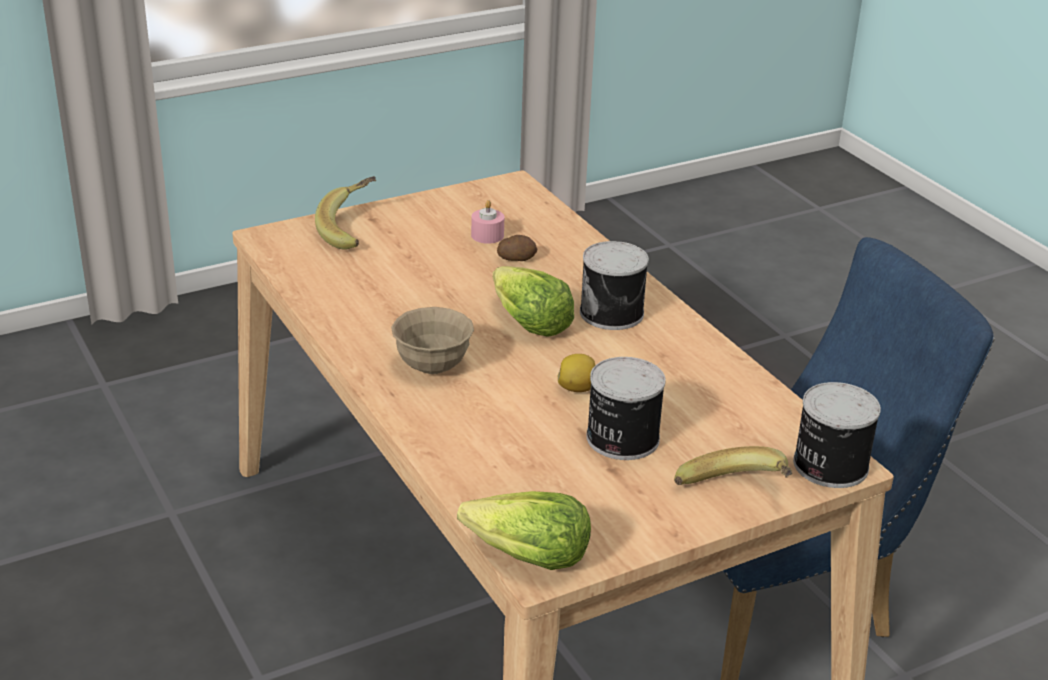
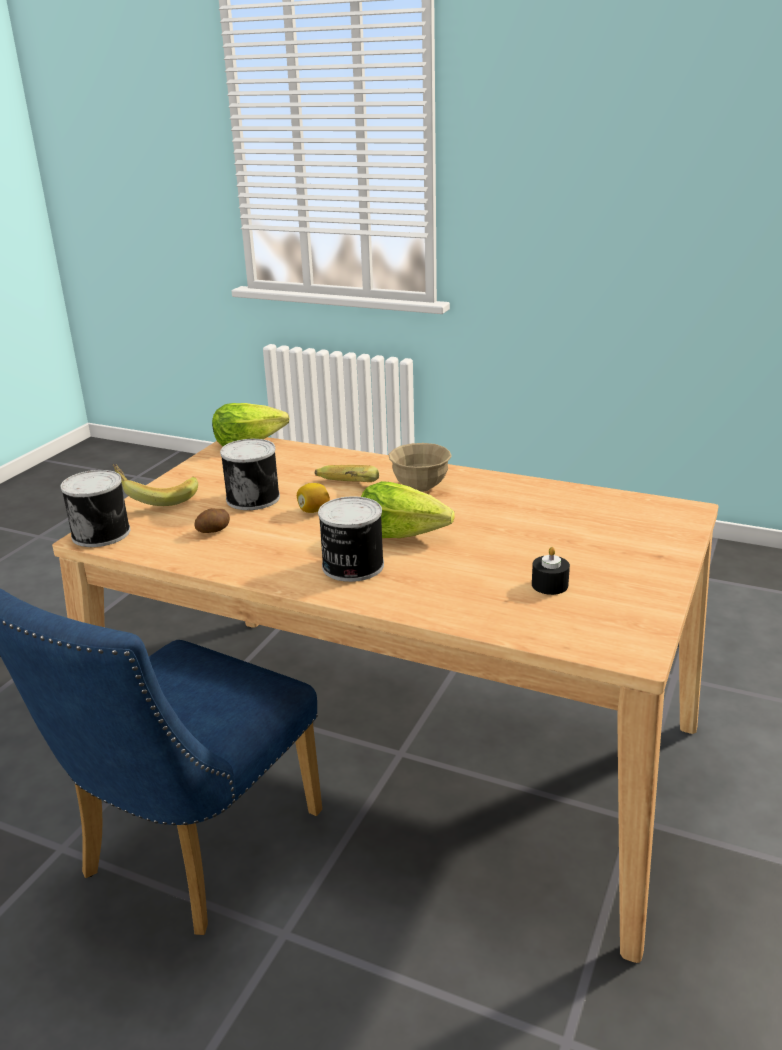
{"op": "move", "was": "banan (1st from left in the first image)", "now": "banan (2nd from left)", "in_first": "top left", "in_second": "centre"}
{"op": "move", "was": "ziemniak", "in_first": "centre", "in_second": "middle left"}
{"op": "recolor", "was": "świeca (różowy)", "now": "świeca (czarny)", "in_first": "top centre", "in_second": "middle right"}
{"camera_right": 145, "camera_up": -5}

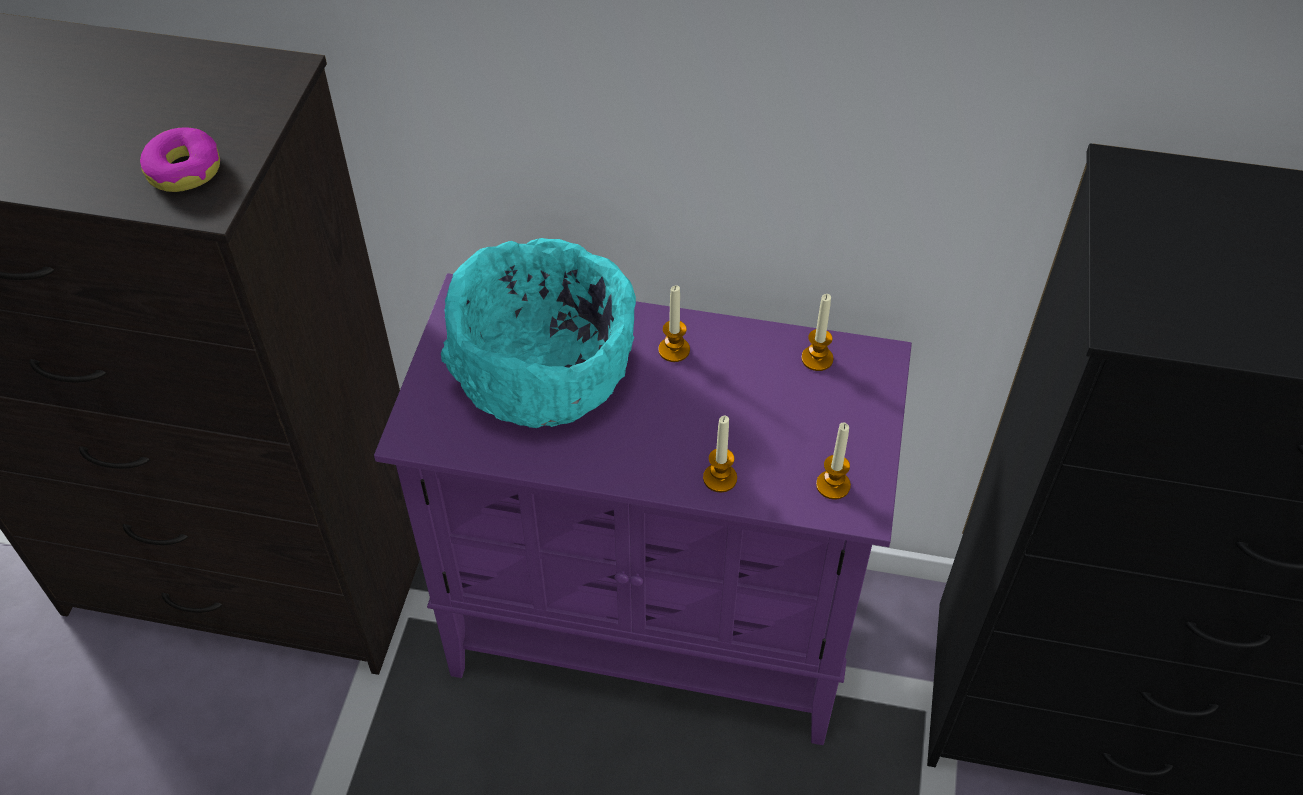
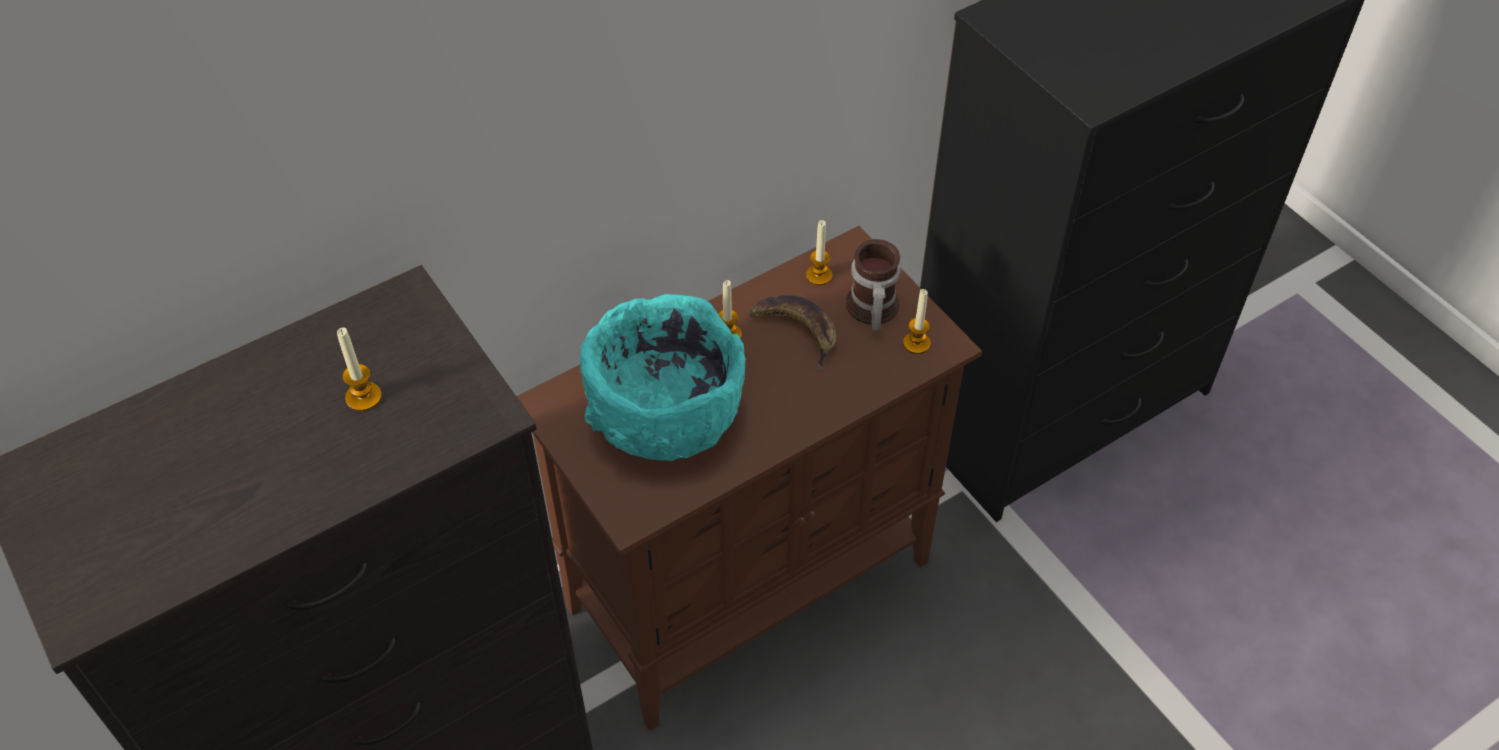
{"op": "delete", "was": "donut", "in_first": "top left"}
{"op": "insert", "now": "banan", "in_second": "centre"}
{"op": "insert", "now": "kubek", "in_second": "centre"}
{"op": "move", "was": "świeca (2nd from left in the first image)", "now": "świeca (1st from left)", "in_first": "centre", "in_second": "middle left"}
{"op": "recolor", "was": "szafka (fioletowy)", "now": "szafka (brązowy)", "in_first": "centre", "in_second": "centre"}
{"camera_right": -45, "camera_up": 0}

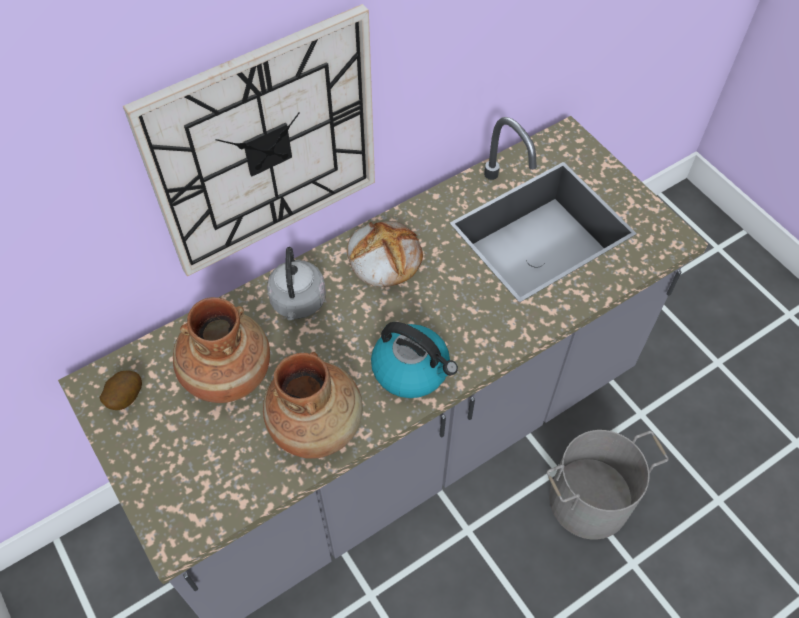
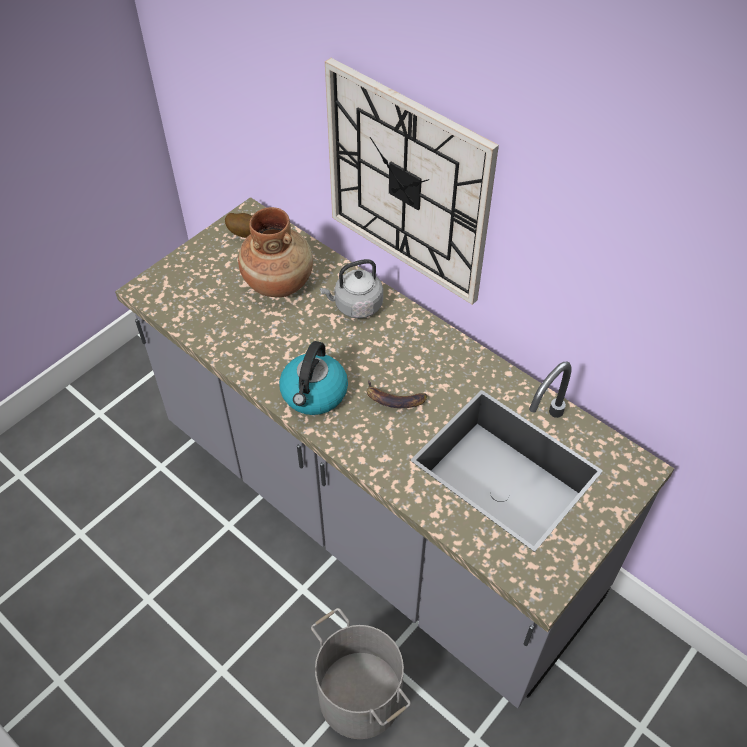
{"op": "delete", "was": "wazon (brązowy) (2nd from left)", "in_first": "centre"}
{"op": "delete", "was": "chleb", "in_first": "centre"}
{"op": "insert", "now": "banan", "in_second": "centre"}
{"camera_right": 75, "camera_up": -5}

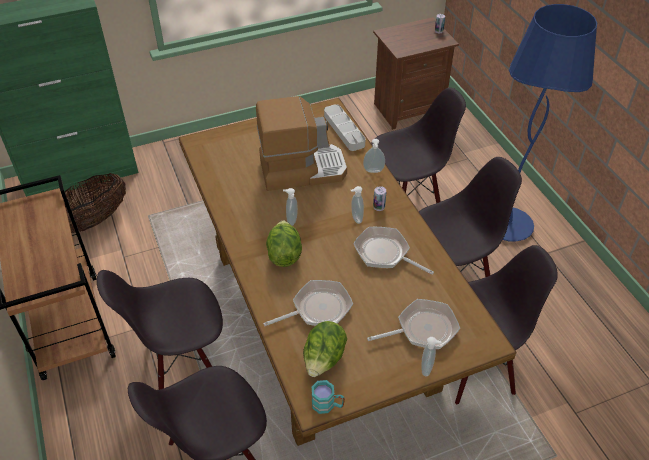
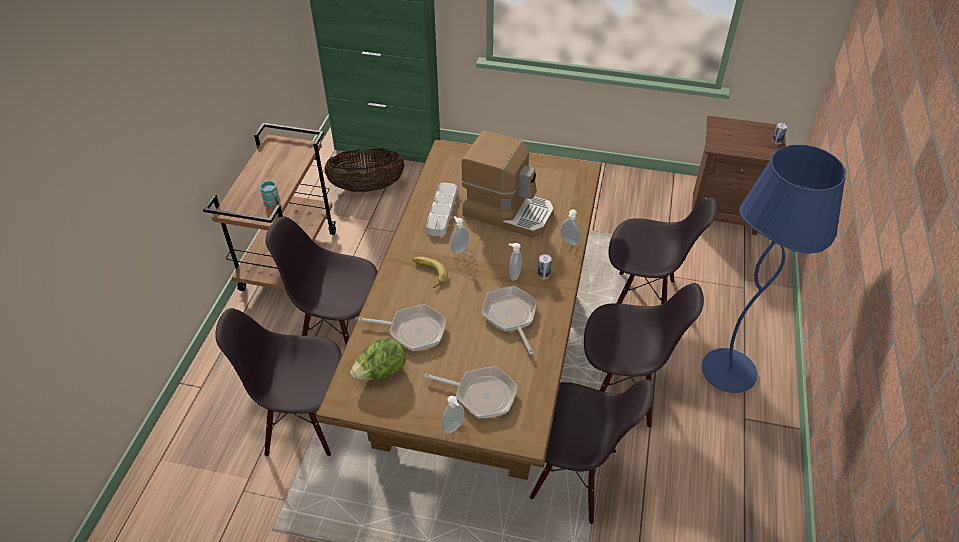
{"op": "move", "was": "kubek (turkusowy)", "in_first": "bottom centre", "in_second": "middle left"}
{"op": "move", "was": "taca (szary)", "in_first": "top centre", "in_second": "centre"}
{"op": "replace", "was": "sałata (1st from left)", "now": "banan", "in_first": "centre", "in_second": "centre"}
{"camera_right": 35, "camera_up": 0}

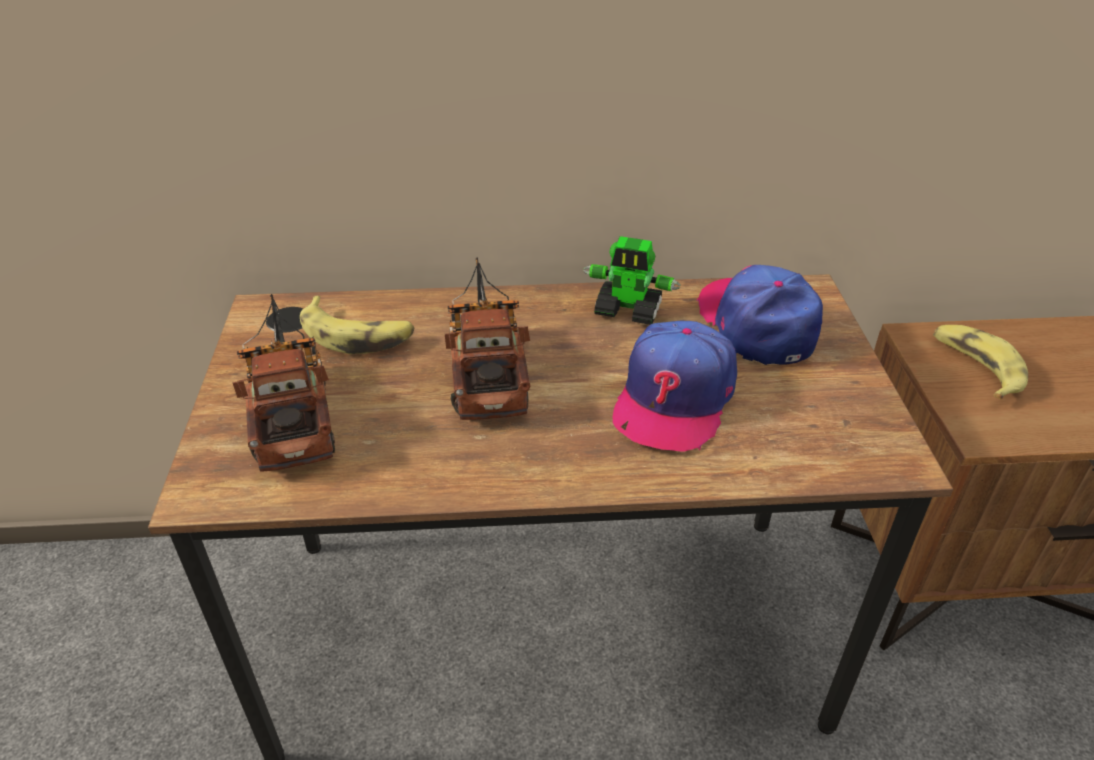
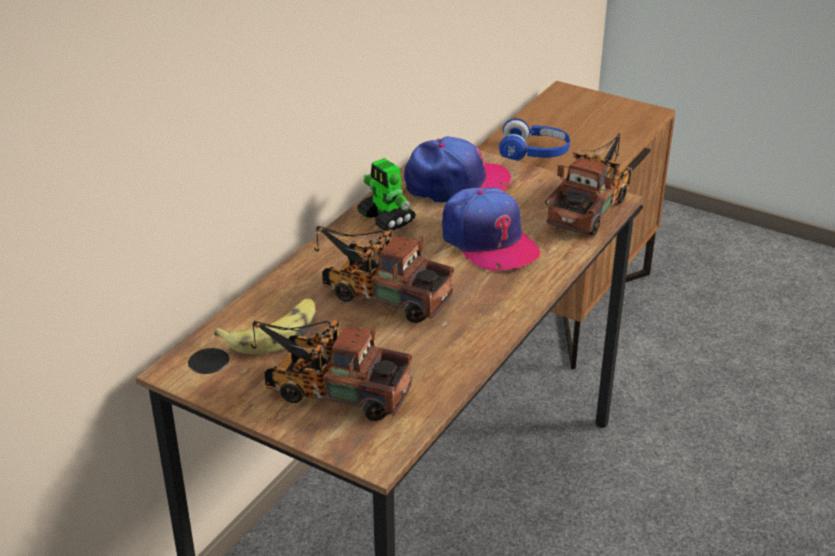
{"op": "insert", "now": "ciężarówka zabawkowa (3rd from left)", "in_second": "top right"}
{"op": "replace", "was": "banan (2nd from left)", "now": "słuchawki (niebieski)", "in_first": "middle right", "in_second": "top centre"}
{"op": "rotate", "was": "robot zabawkowy", "in_first": "centre", "in_second": "centre", "clockwise": 90}
{"op": "rotate", "was": "czapka z daszkiem (2nd from left in the first image)", "in_first": "middle right", "in_second": "top centre", "clockwise": 150}
{"camera_right": -55, "camera_up": -5}

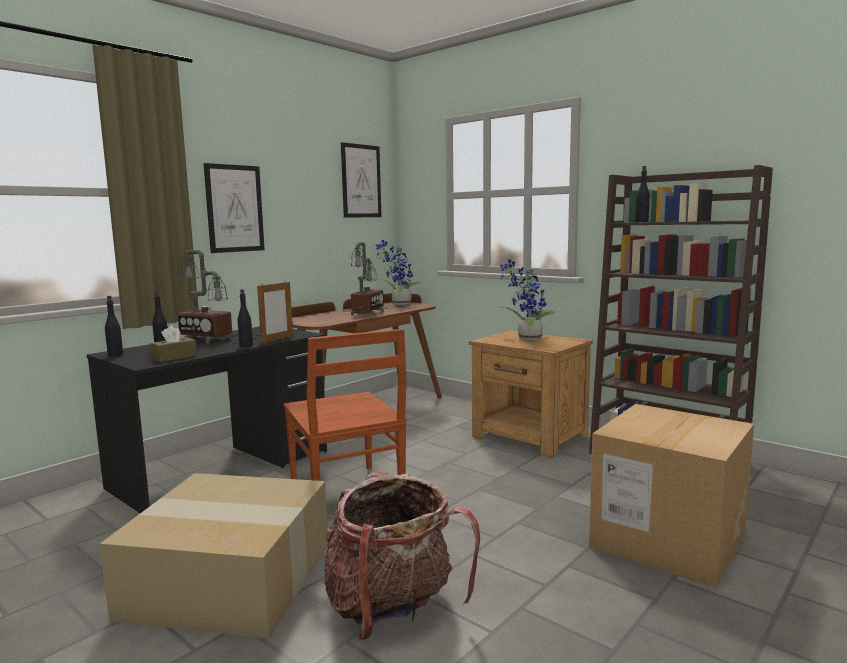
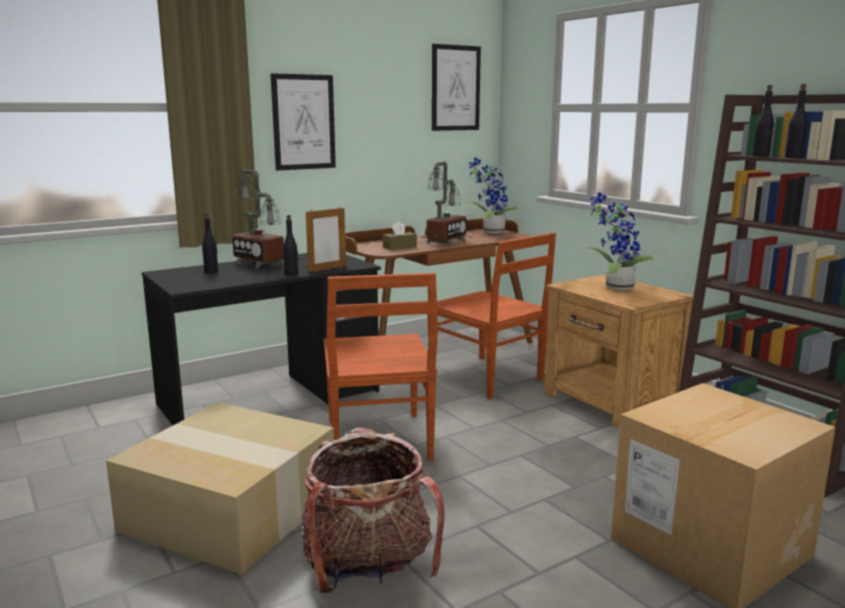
{"op": "insert", "now": "krzesło (brązowy) (2nd from left)", "in_second": "centre"}
{"op": "move", "was": "butelka (czarny) (1st from left in the first image)", "now": "butelka (czarny) (4th from left)", "in_first": "middle left", "in_second": "top right"}
{"op": "move", "was": "pudełko chusteczek (brązowy)", "in_first": "middle left", "in_second": "centre"}
{"camera_right": 15, "camera_up": 5}

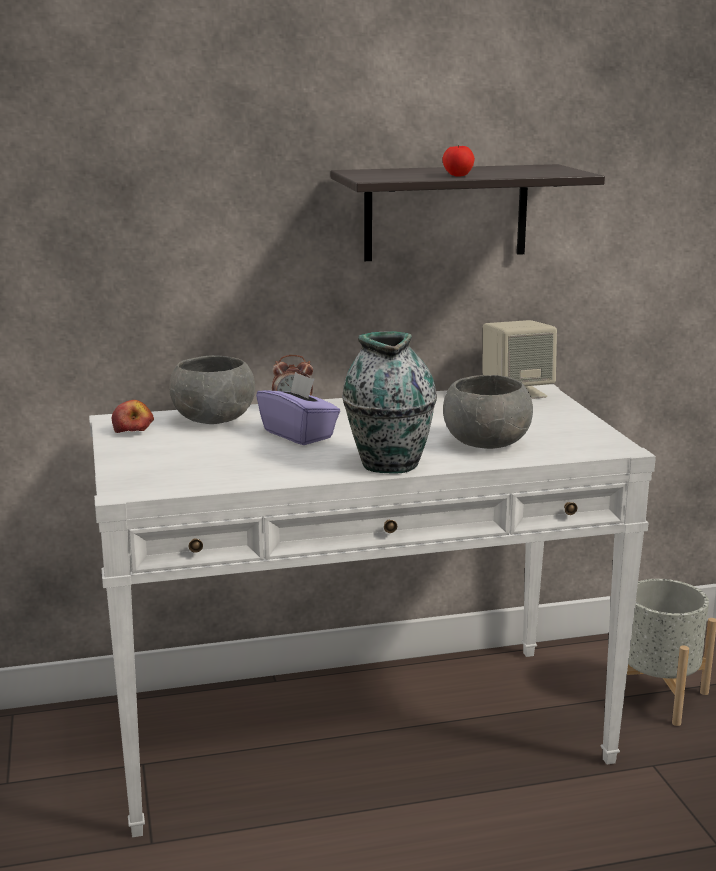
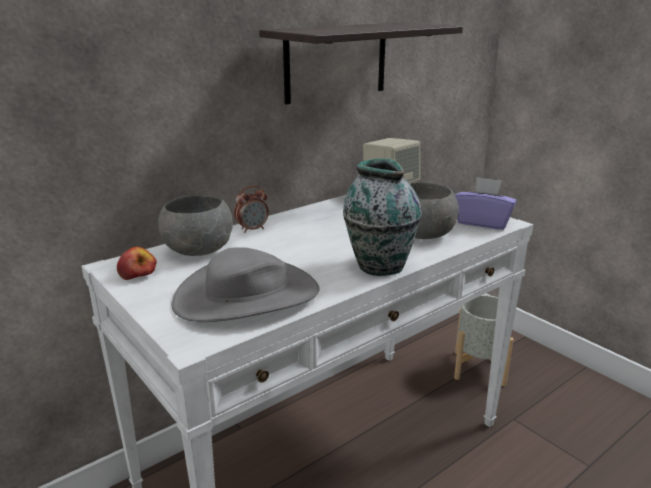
{"op": "delete", "was": "jabłko (2nd from left)", "in_first": "top centre"}
{"op": "insert", "now": "kapelusz (szary)", "in_second": "centre"}
{"op": "move", "was": "pudełko chusteczek (fioletowy)", "in_first": "centre", "in_second": "middle right"}
{"camera_right": -25, "camera_up": 5}

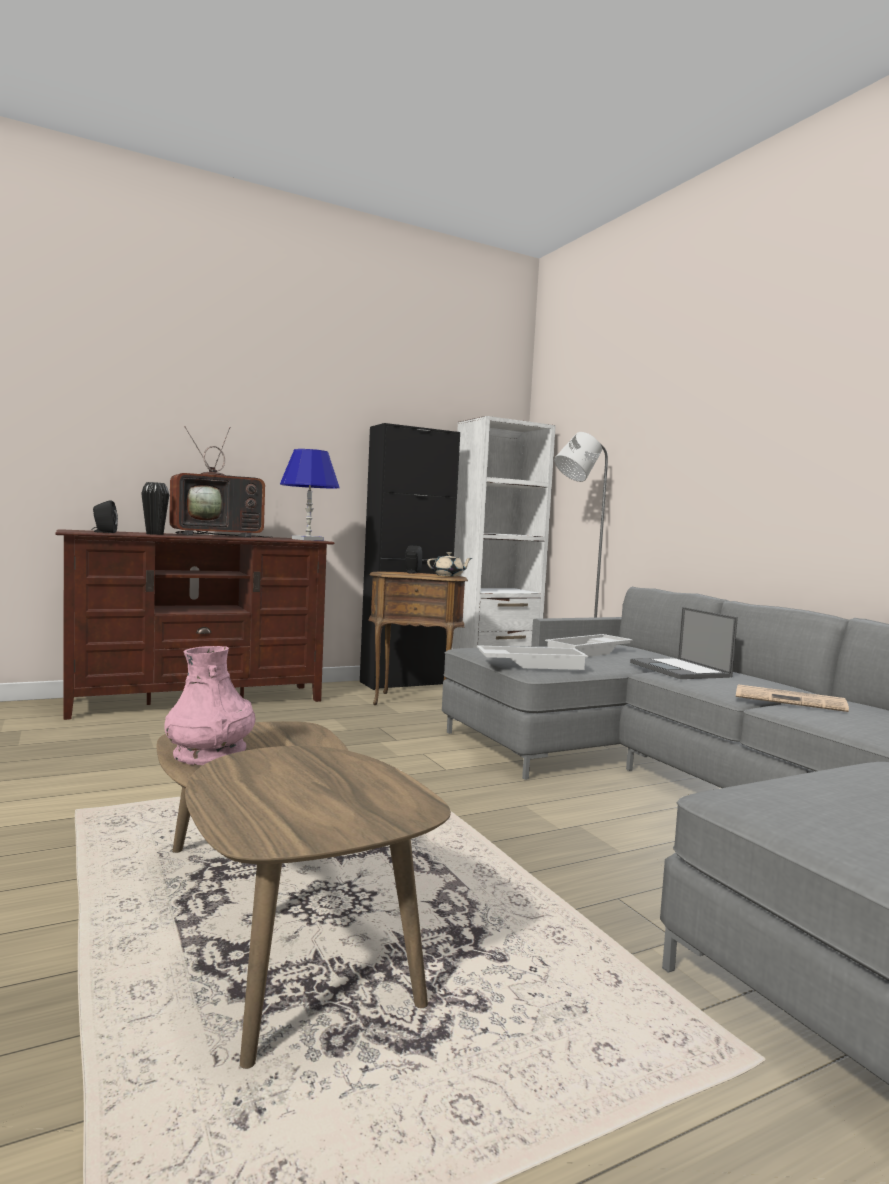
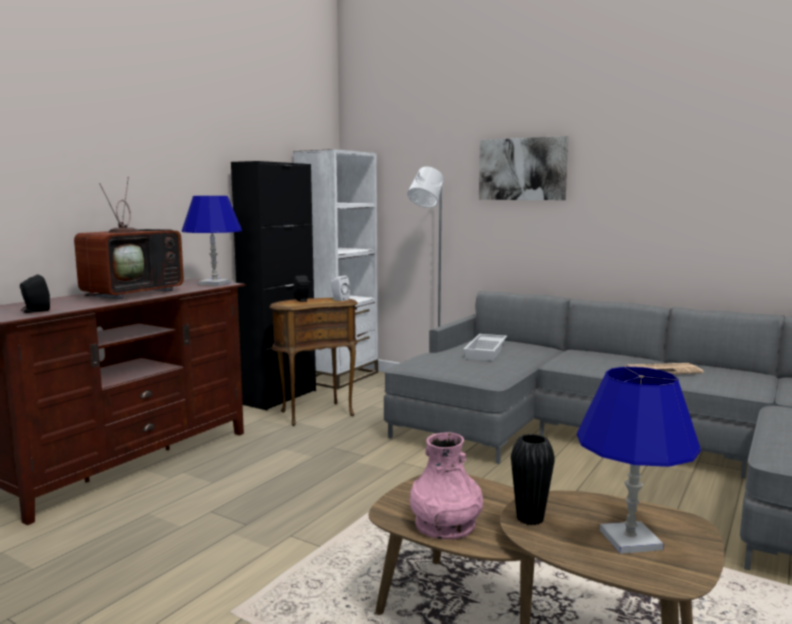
{"op": "delete", "was": "taca (biały) (1st from left)", "in_first": "centre"}
{"op": "delete", "was": "laptop", "in_first": "middle right"}
{"op": "insert", "now": "obraz", "in_second": "top centre"}
{"op": "insert", "now": "lampa stołowa (niebieski) (2nd from left)", "in_second": "bottom right"}
{"op": "move", "was": "wazon (czarny)", "in_first": "middle left", "in_second": "bottom right"}
{"op": "replace", "was": "imbryk (beżowy)", "now": "głośnik (biały)", "in_first": "centre", "in_second": "centre"}
{"camera_right": -30, "camera_up": 5}

